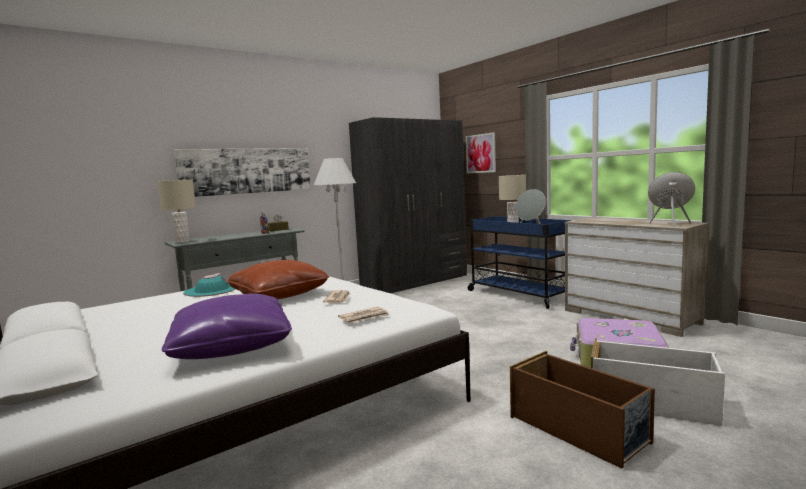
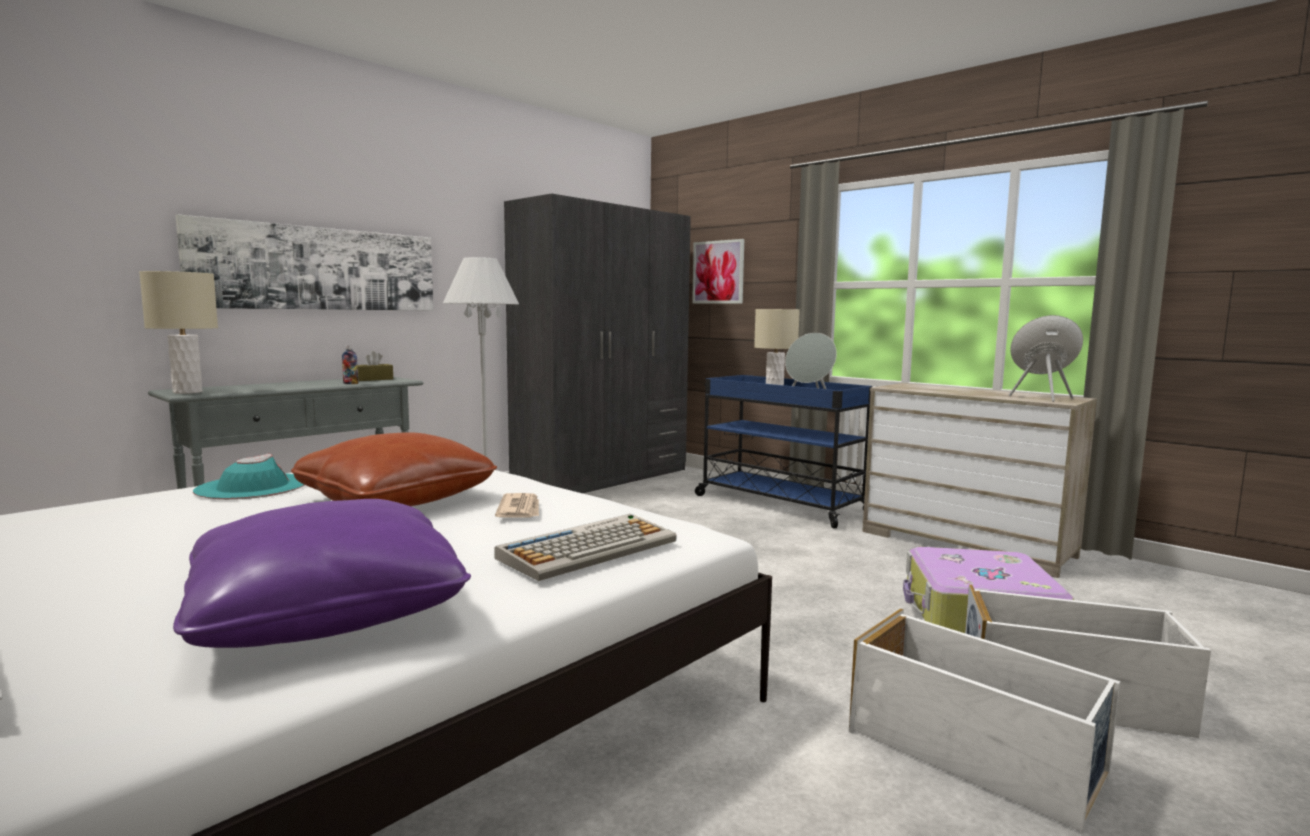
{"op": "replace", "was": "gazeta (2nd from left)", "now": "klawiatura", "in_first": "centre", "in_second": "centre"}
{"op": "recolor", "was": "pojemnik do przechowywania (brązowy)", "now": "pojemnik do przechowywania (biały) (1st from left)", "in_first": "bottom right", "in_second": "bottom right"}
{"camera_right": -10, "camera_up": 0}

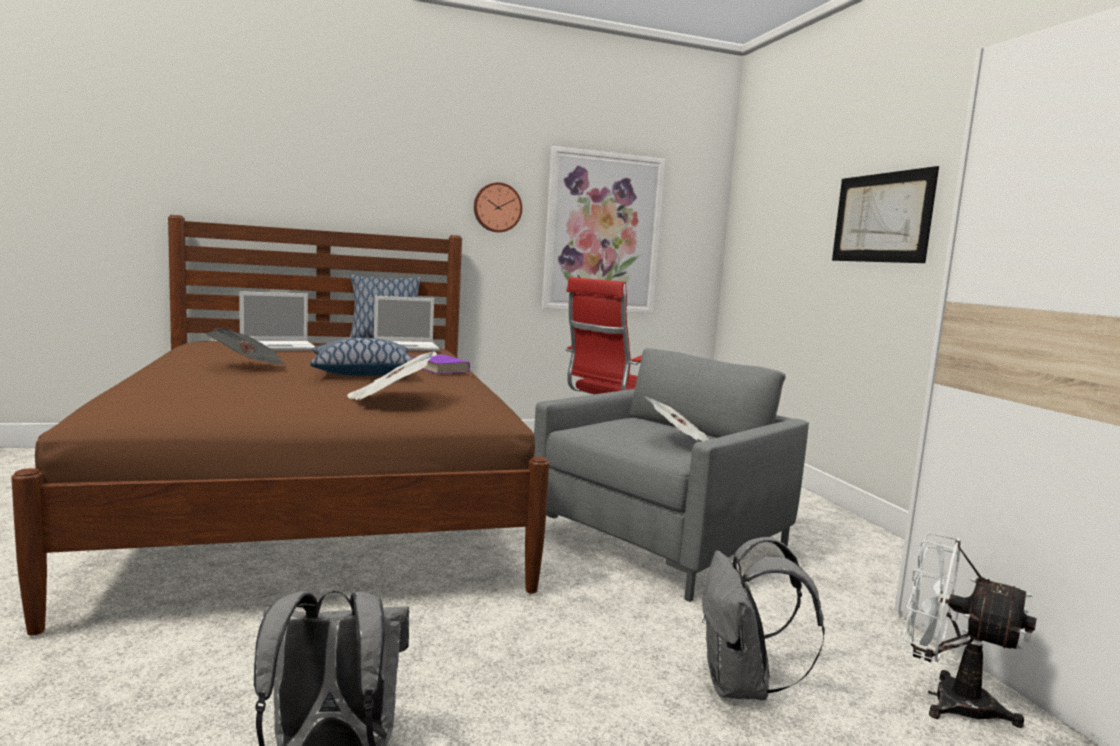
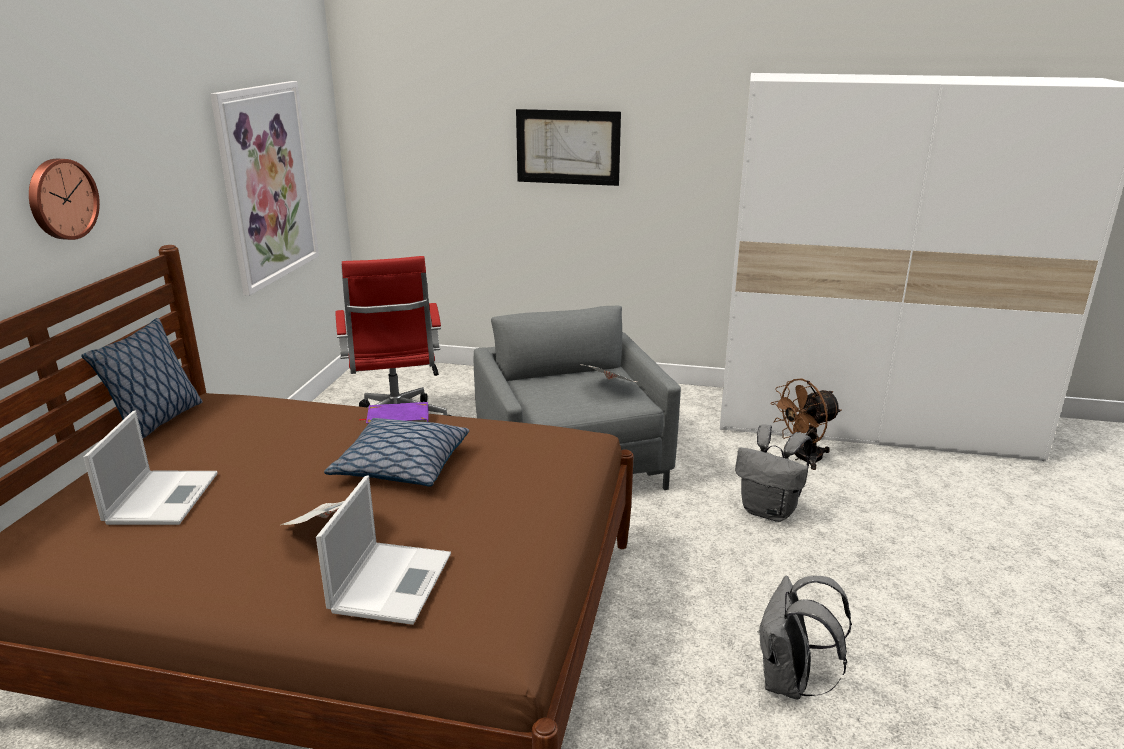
{"op": "delete", "was": "gazeta (2nd from left)", "in_first": "centre"}
{"op": "move", "was": "laptop (2nd from left)", "in_first": "centre", "in_second": "bottom centre"}
{"op": "move", "was": "zegar ścienny", "in_first": "top centre", "in_second": "top left"}
{"op": "recolor", "was": "wentylator (biały)", "now": "wentylator (brązowy)", "in_first": "bottom right", "in_second": "middle right"}
{"camera_right": -60, "camera_up": 15}

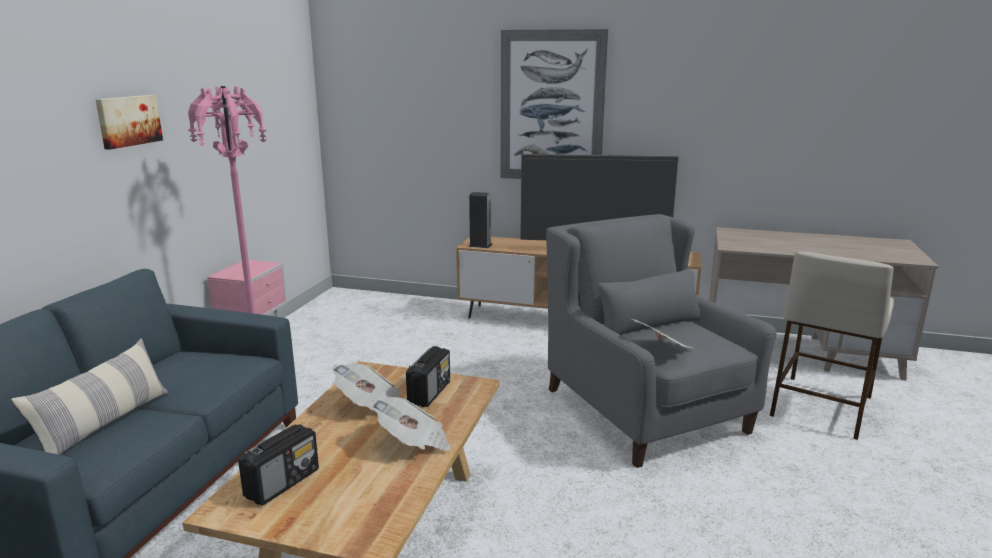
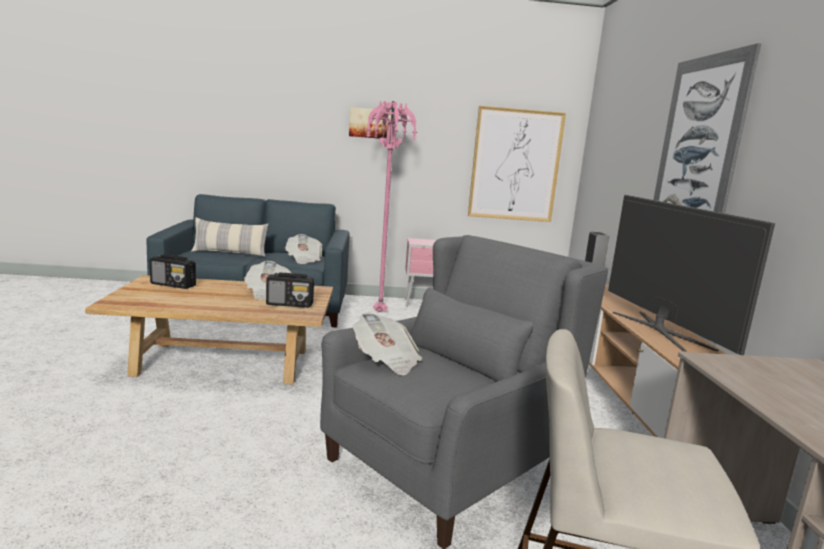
{"op": "insert", "now": "obraz (2nd from left)", "in_second": "top centre"}
{"op": "move", "was": "gazeta (2nd from left)", "in_first": "bottom centre", "in_second": "centre"}
{"camera_right": 70, "camera_up": -5}

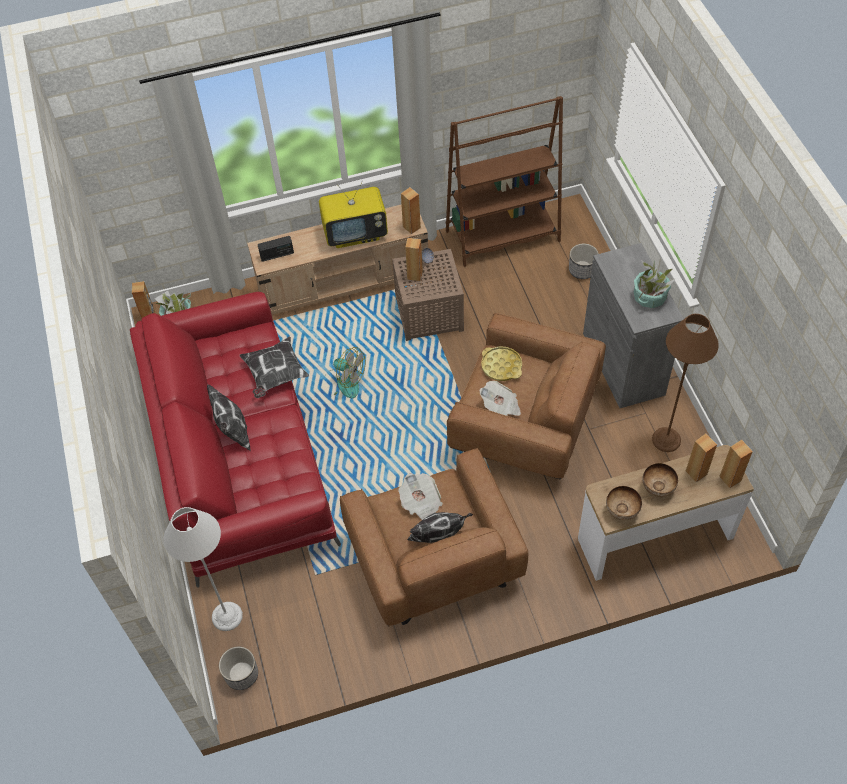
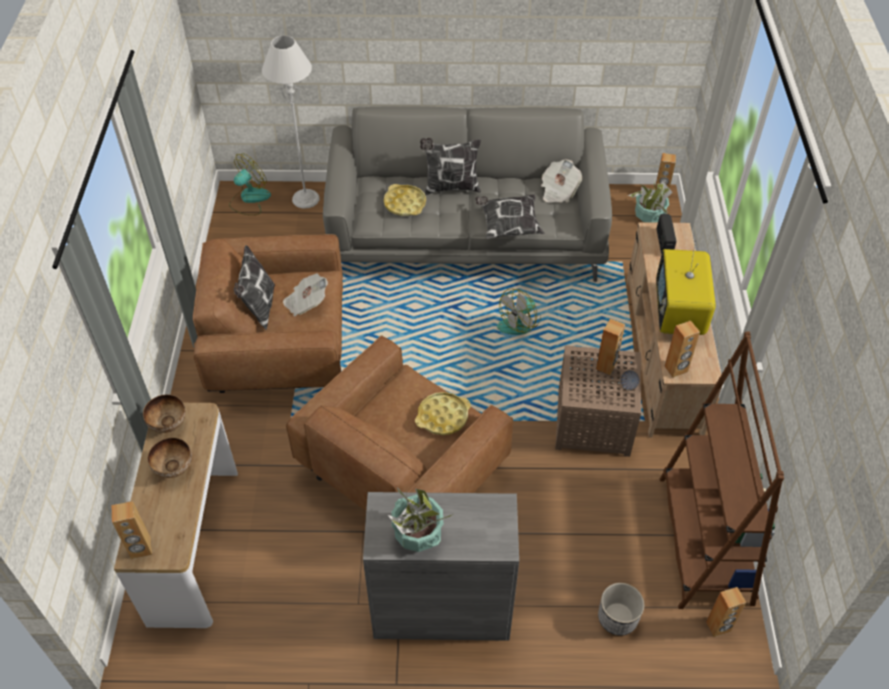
{"op": "delete", "was": "lampa stojąca (brązowy)", "in_first": "middle right"}
{"op": "insert", "now": "taca (żółty) (1st from left)", "in_second": "top centre"}
{"op": "move", "was": "gazeta (2nd from left)", "in_first": "centre", "in_second": "top centre"}
{"op": "move", "was": "głośnik (brązowy) (4th from left in the first image)", "now": "głośnik (brązowy) (5th from left)", "in_first": "middle right", "in_second": "bottom right"}
{"op": "replace", "was": "donica (1st from left)", "now": "wentylator (1st from left)", "in_first": "bottom left", "in_second": "top left"}
{"op": "recolor", "was": "kanapa (czerwony)", "now": "kanapa (szary)", "in_first": "middle left", "in_second": "top centre"}
{"camera_right": 105, "camera_up": -5}

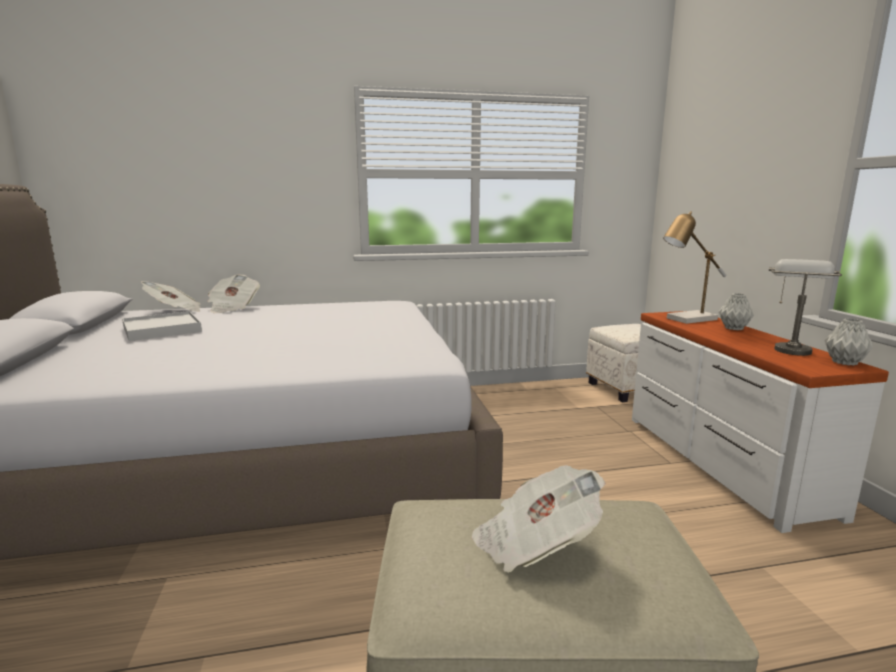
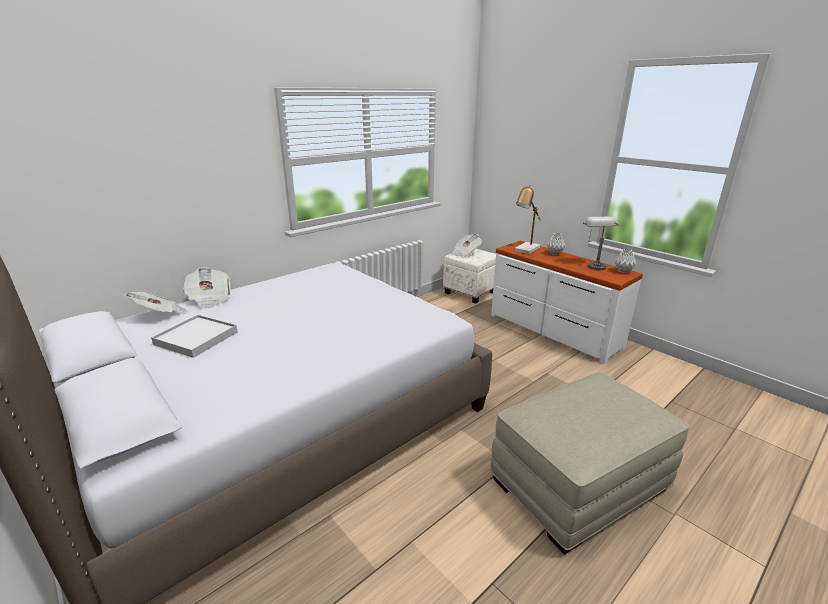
{"op": "move", "was": "gazeta (3rd from left)", "in_first": "bottom centre", "in_second": "centre"}
{"camera_right": -30, "camera_up": 10}

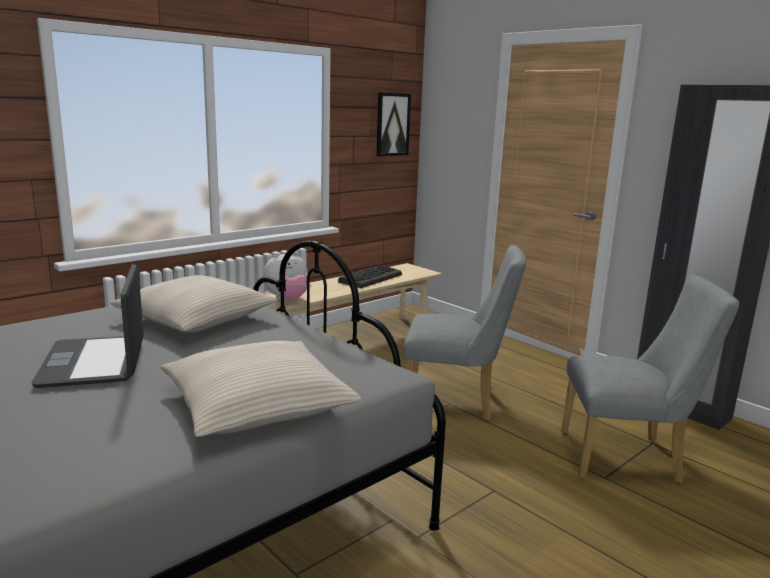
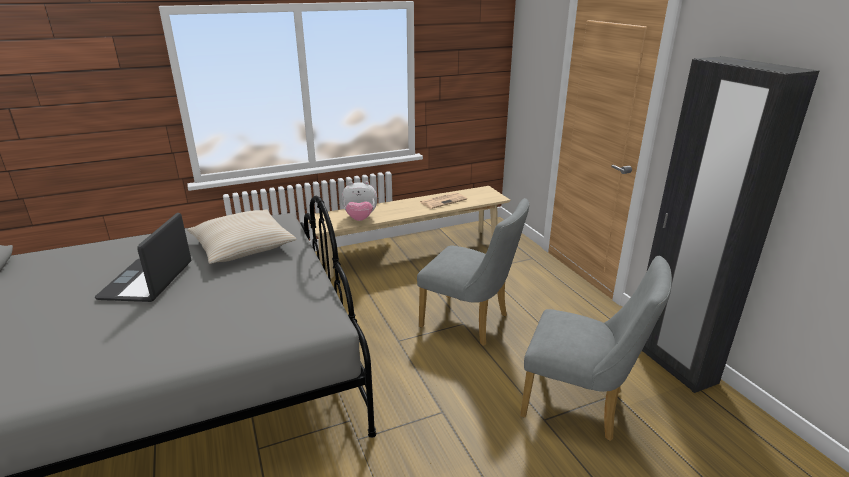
{"op": "delete", "was": "poduszka (beżowy) (2nd from left)", "in_first": "bottom centre"}
{"op": "delete", "was": "obraz", "in_first": "top centre"}
{"op": "replace", "was": "klawiatura", "now": "gazeta", "in_first": "centre", "in_second": "centre"}
{"camera_right": 20, "camera_up": 10}

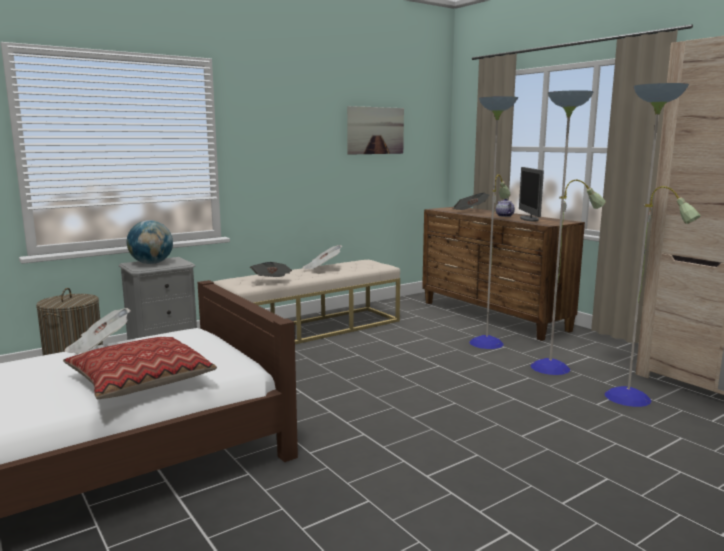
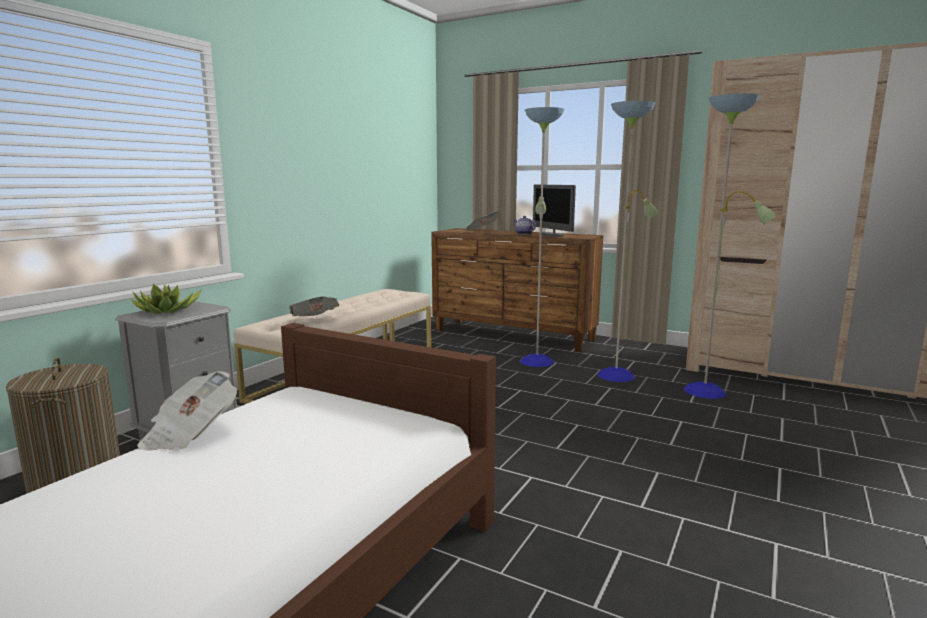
{"op": "delete", "was": "poduszka", "in_first": "bottom left"}
{"op": "delete", "was": "gazeta (3rd from left)", "in_first": "centre"}
{"op": "delete", "was": "obraz", "in_first": "top centre"}
{"op": "replace", "was": "globus", "now": "roślina doniczkowa", "in_first": "middle left", "in_second": "middle left"}
{"camera_right": -25, "camera_up": 0}

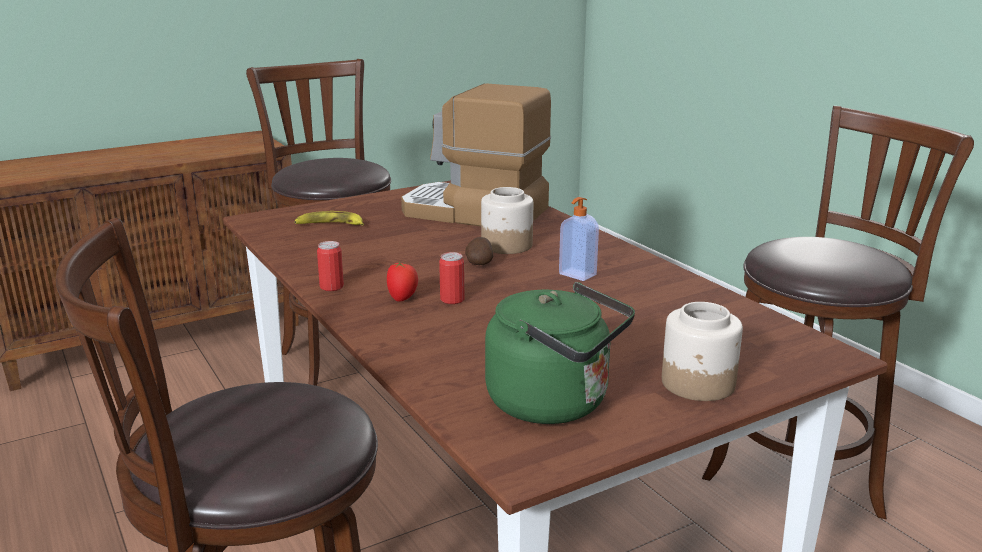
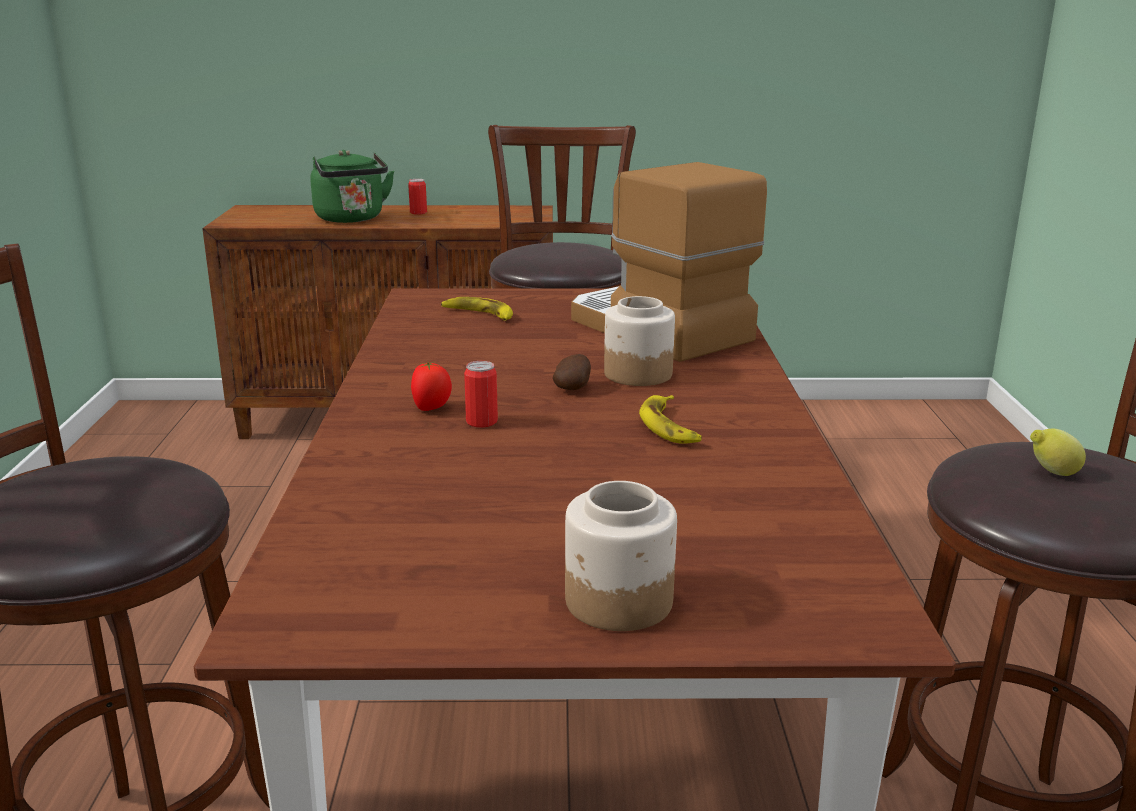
{"op": "insert", "now": "cytryna", "in_second": "middle right"}
{"op": "move", "was": "puszka (1st from left)", "in_first": "centre", "in_second": "top centre"}
{"op": "move", "was": "czajnik (zielony)", "in_first": "centre", "in_second": "top left"}
{"op": "replace", "was": "dozownik mydła", "now": "banan (2nd from left)", "in_first": "centre", "in_second": "centre"}
{"camera_right": 30, "camera_up": 0}

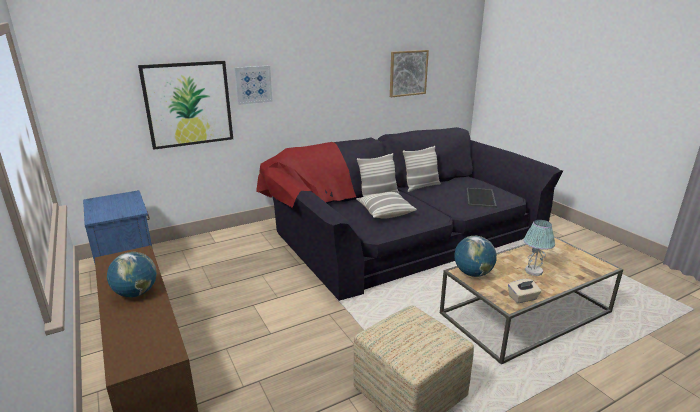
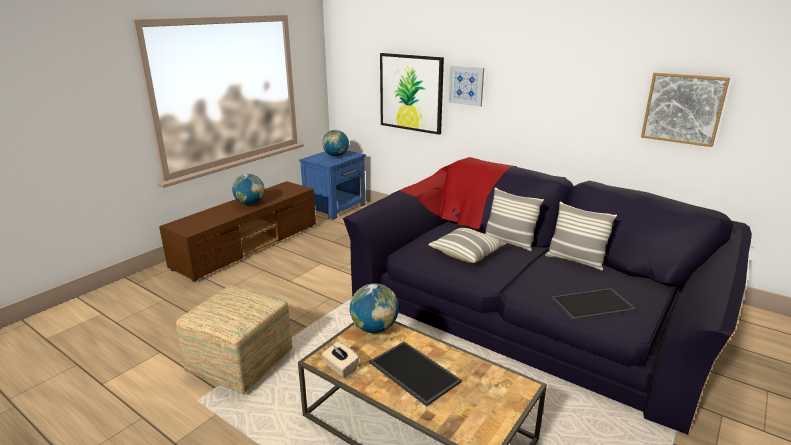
{"op": "insert", "now": "globus (2nd from left)", "in_second": "top centre"}
{"op": "replace", "was": "lampa stołowa", "now": "taca (1st from left)", "in_first": "middle right", "in_second": "bottom centre"}
{"camera_right": 65, "camera_up": 0}

